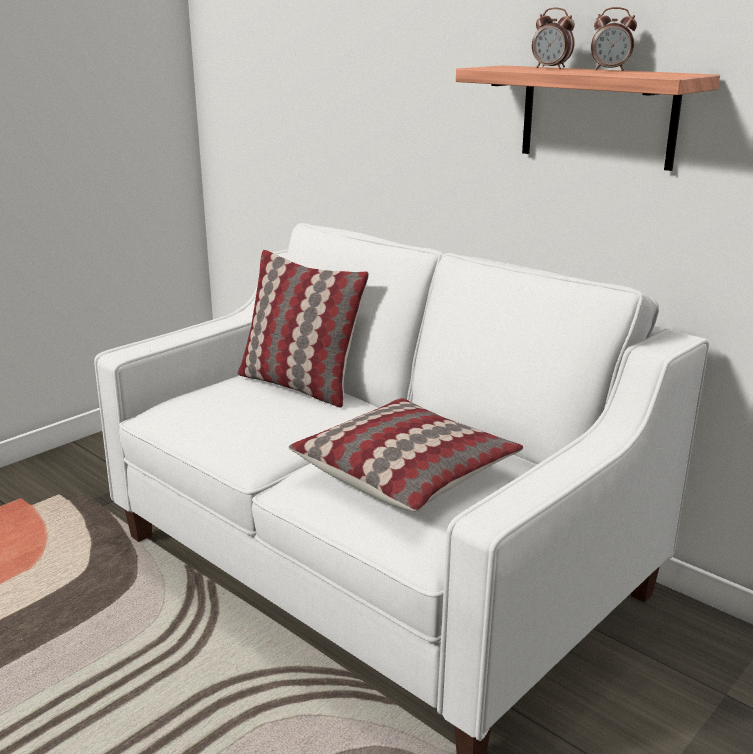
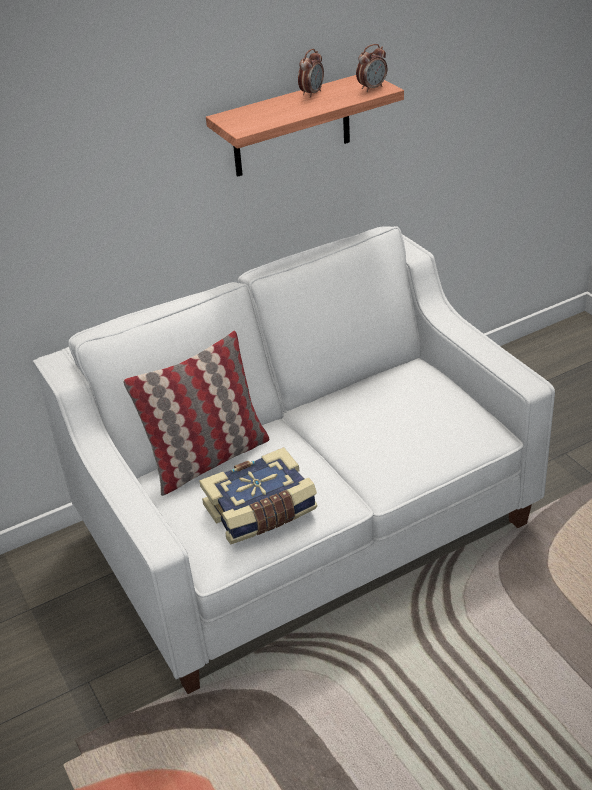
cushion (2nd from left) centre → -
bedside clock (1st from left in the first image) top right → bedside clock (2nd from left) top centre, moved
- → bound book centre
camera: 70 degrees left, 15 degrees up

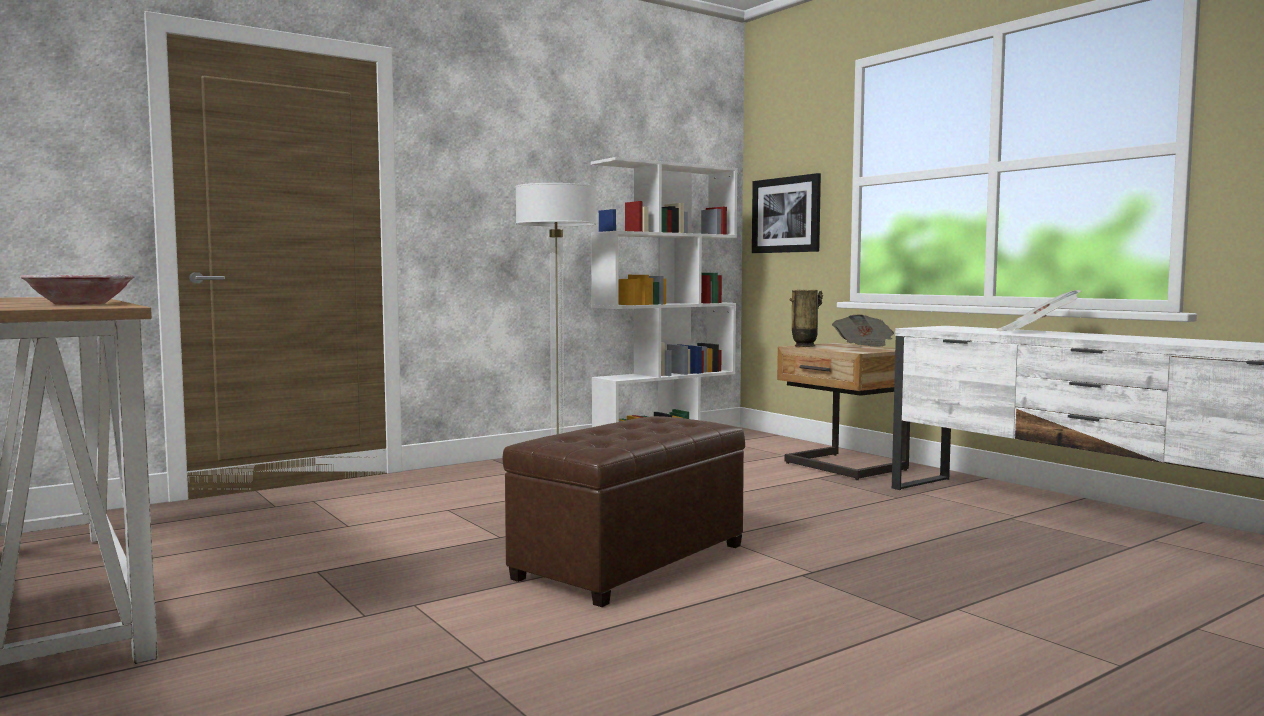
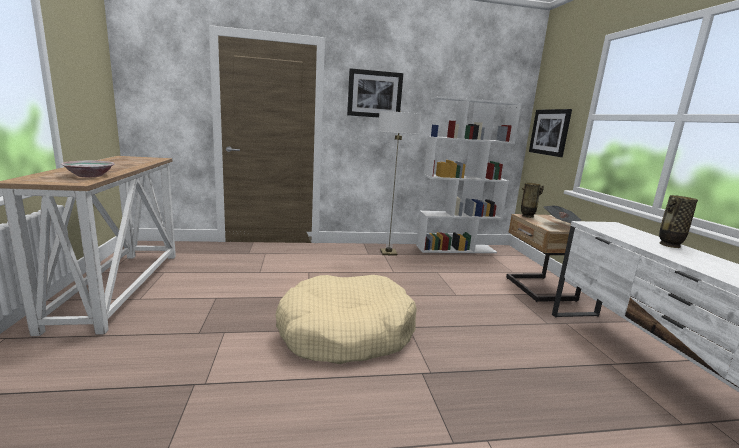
brown ottoman bottom centre → beige-coloured dog bed bottom centre
newspaper (2nd from left) middle right → vase (2nd from left) middle right
- → wall art (1st from left) top centre
camera: 25 degrees right, 10 degrees up

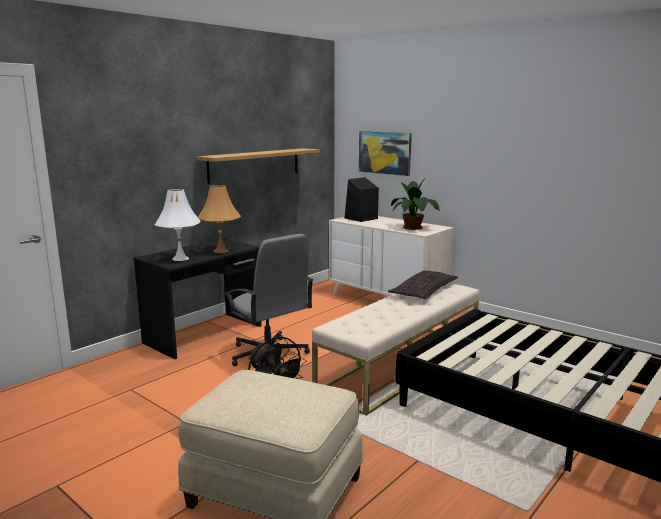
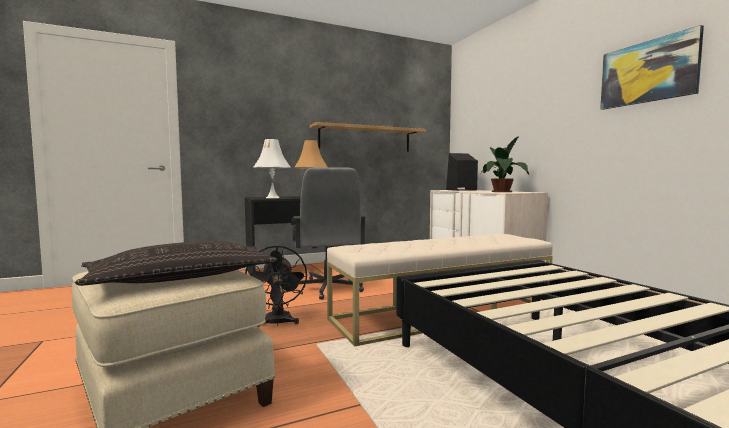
wall art top centre → wall art top right, moved
cushion centre → cushion middle left, moved
camera: 25 degrees right, 10 degrees down

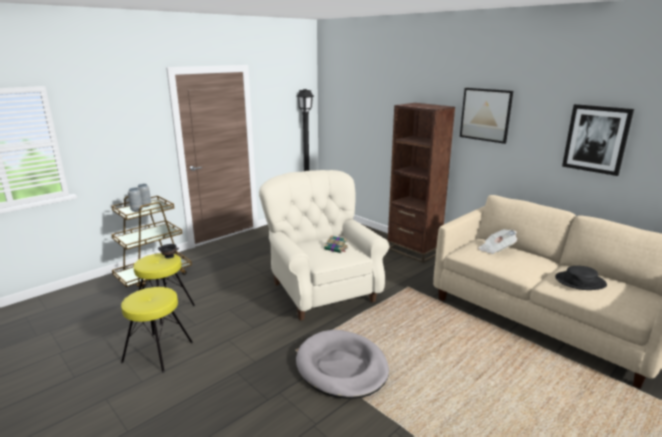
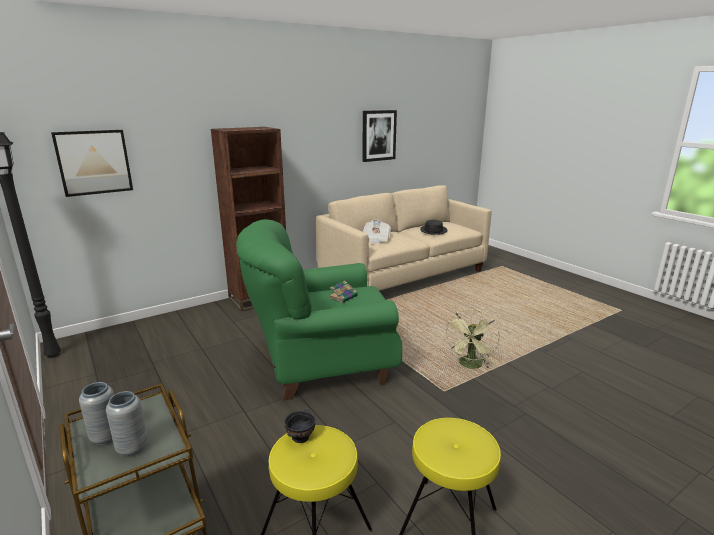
beige-coloured easy chair centre → greenish easy chair centre
grey dog bed bottom centre → greenish electric fan centre
wall art (1st from left) top right → wall art (1st from left) top left, moved
camera: 80 degrees left, 0 degrees up

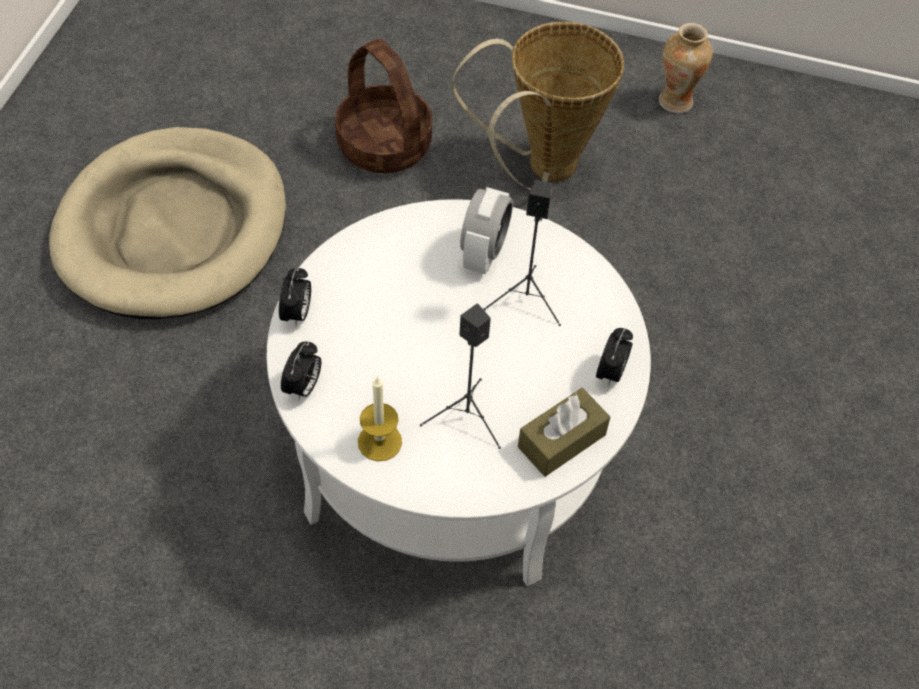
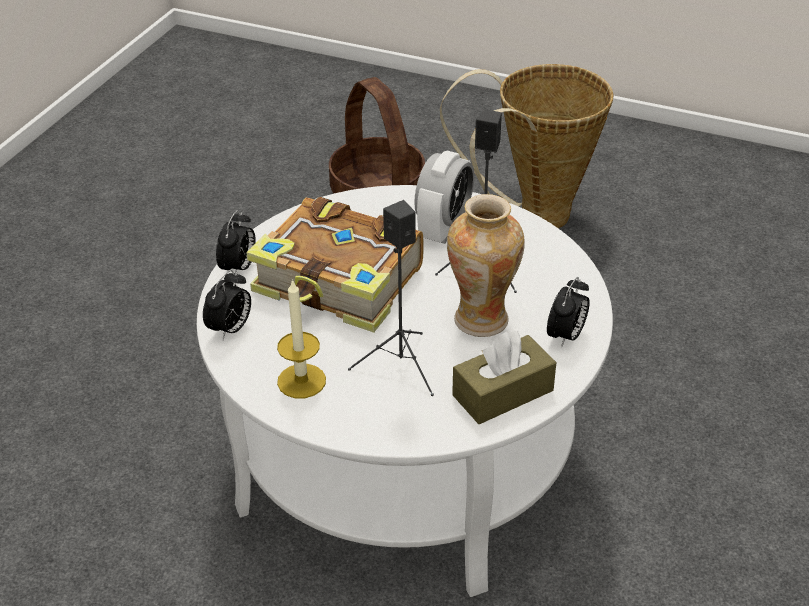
beige-coloured dog bed top left → -
vase top right → vase centre, moved
- → bound book centre
camera: 10 degrees right, 15 degrees down

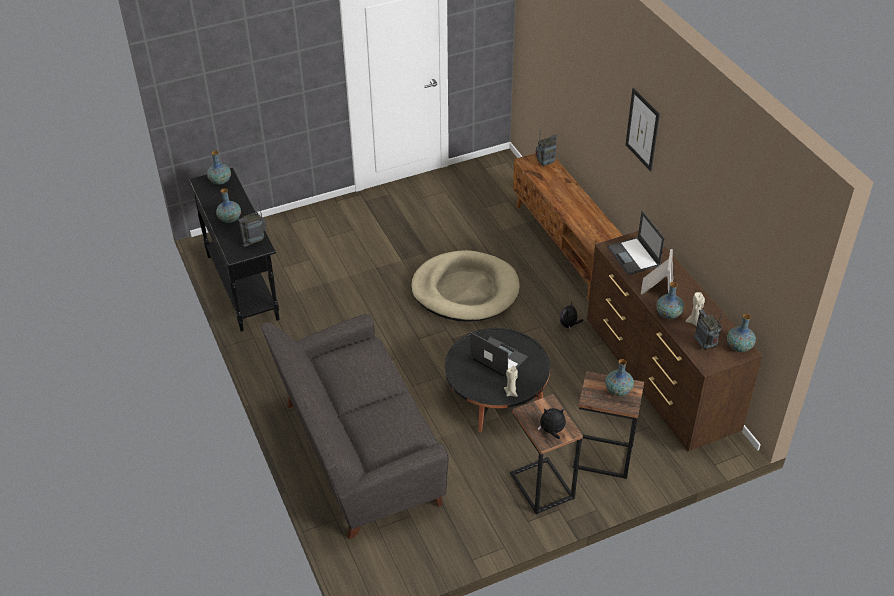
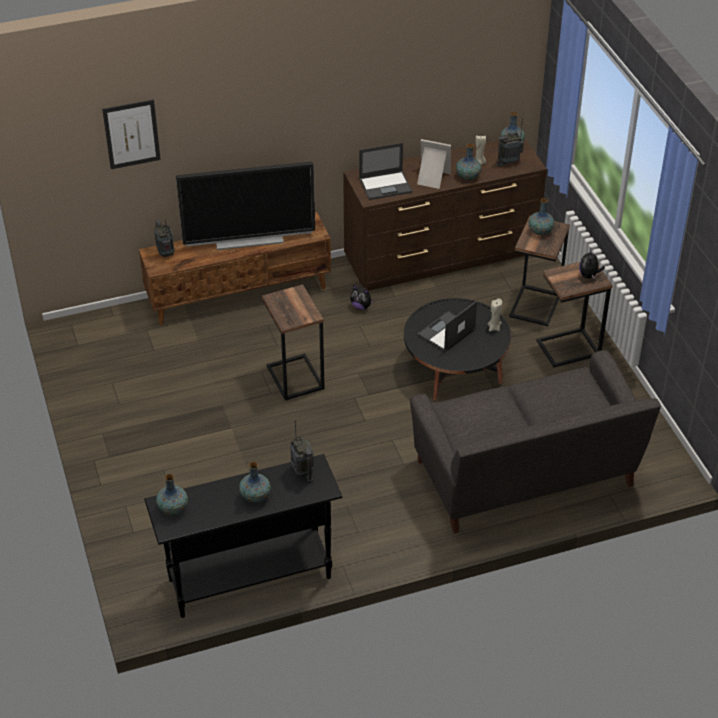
beige-coloured dog bed centre → accent table (1st from left) centre
wall art top right → wall art top left, moved
- → TV top centre
camera: 85 degrees left, 0 degrees up

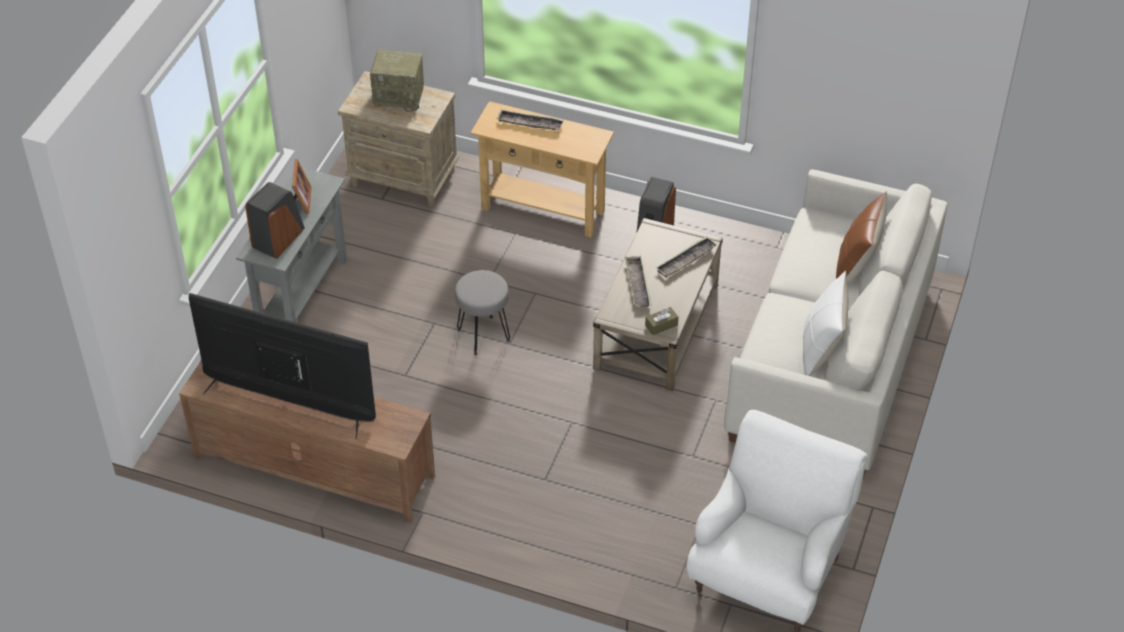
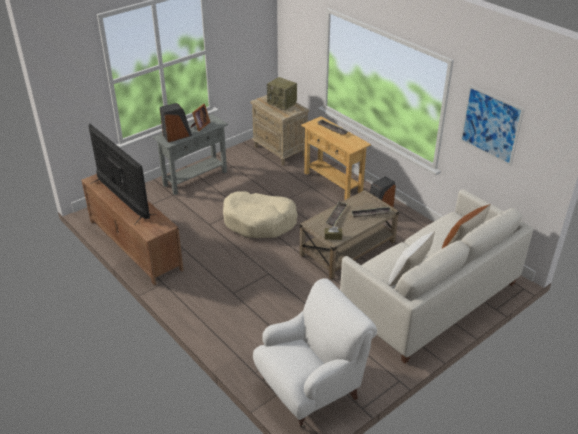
grey stool centre → beige-coloured dog bed centre
- → wall art top right
camera: 30 degrees right, 10 degrees down

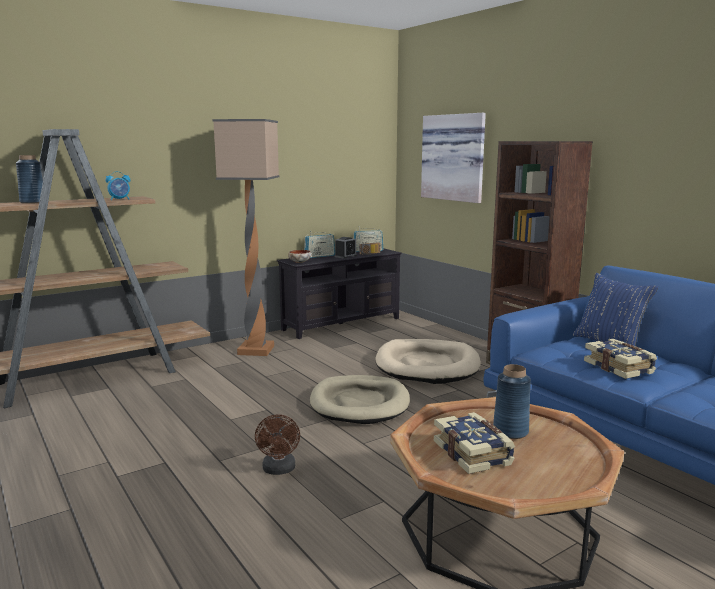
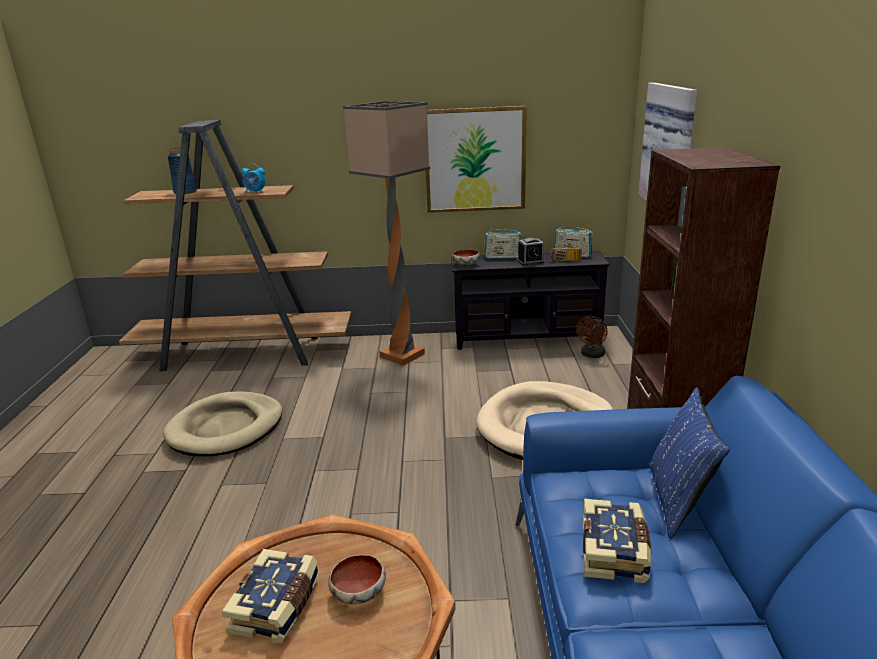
brown electric fan bottom centre → brown electric fan middle right, moved
beige-coloured dog bed (1st from left) bottom centre → beige-coloured dog bed (1st from left) middle left, moved
bluish vase (2nd from left) bottom right → deep dish (1st from left) bottom centre
- → wall art (1st from left) top centre
camera: 35 degrees right, 10 degrees up

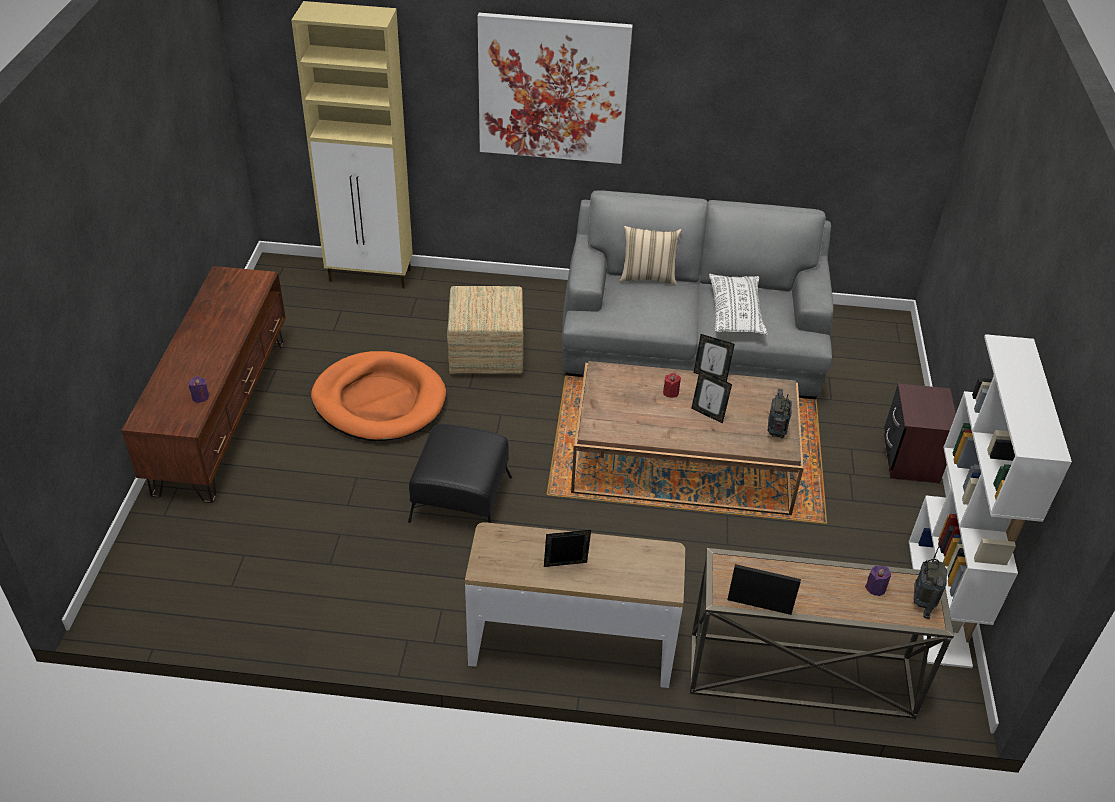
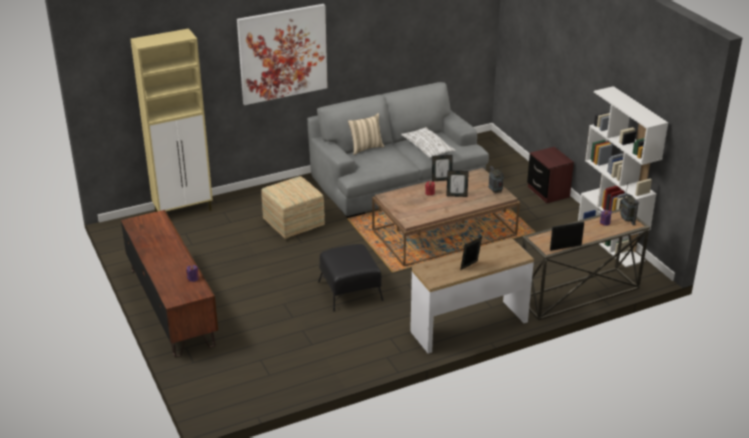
orange dog bed centre → -
camera: 30 degrees left, 10 degrees down

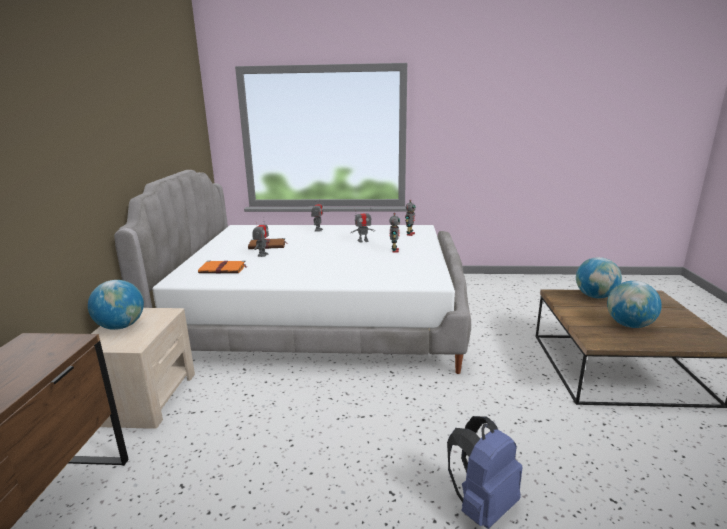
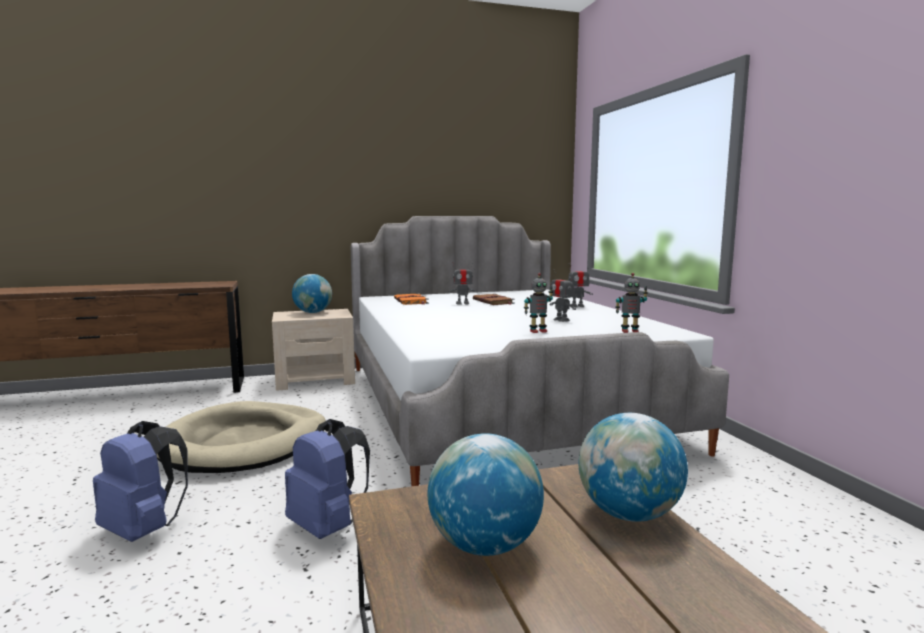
- → beige-coloured dog bed bottom left
- → bluish backpack (2nd from left) bottom centre
camera: 70 degrees right, 10 degrees down

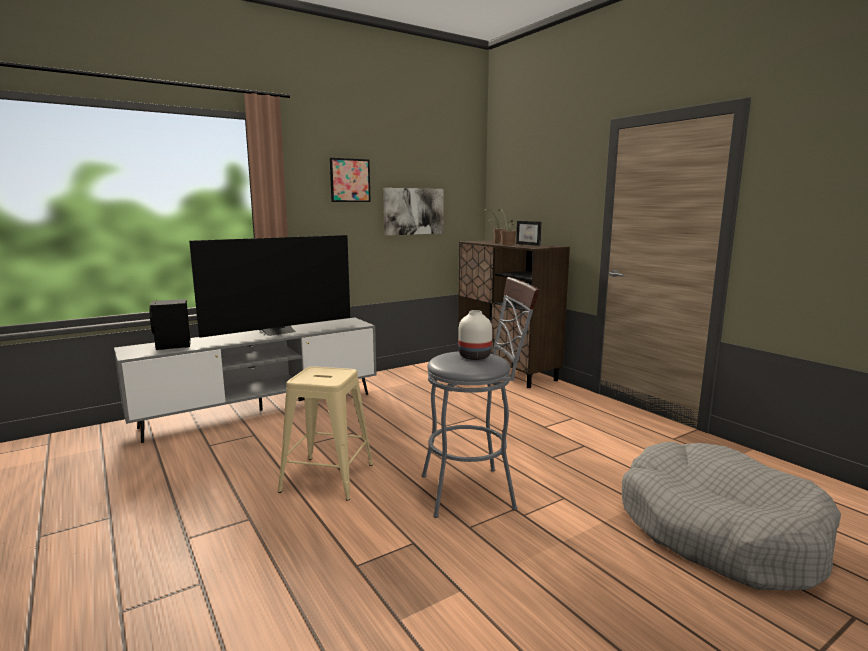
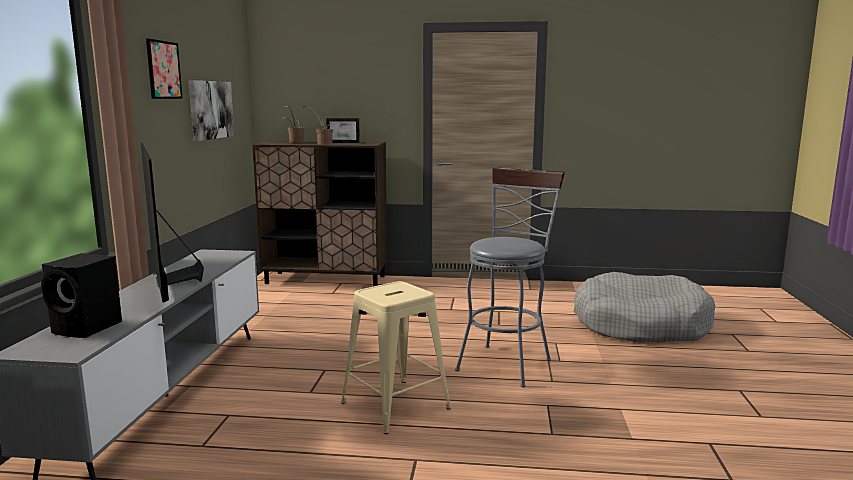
TV middle left, 150 degrees clockwise
white-coloured vase centre → -
camera: 50 degrees left, 0 degrees up

